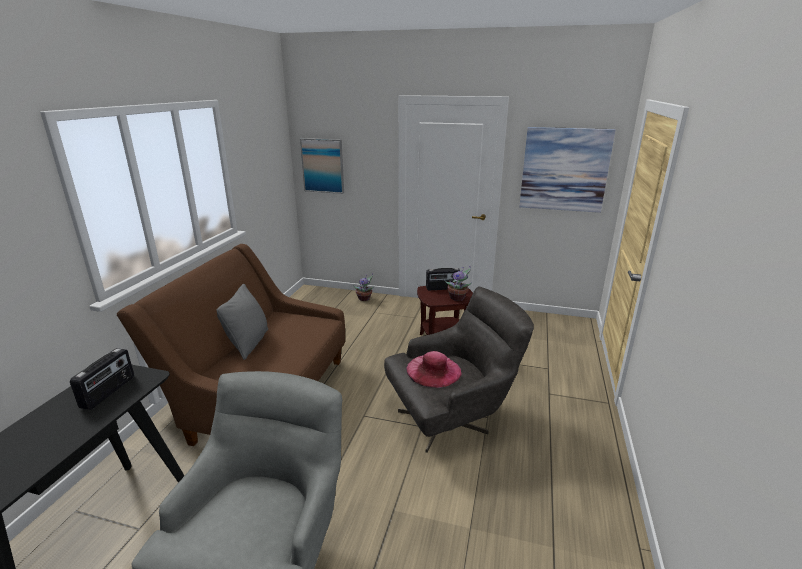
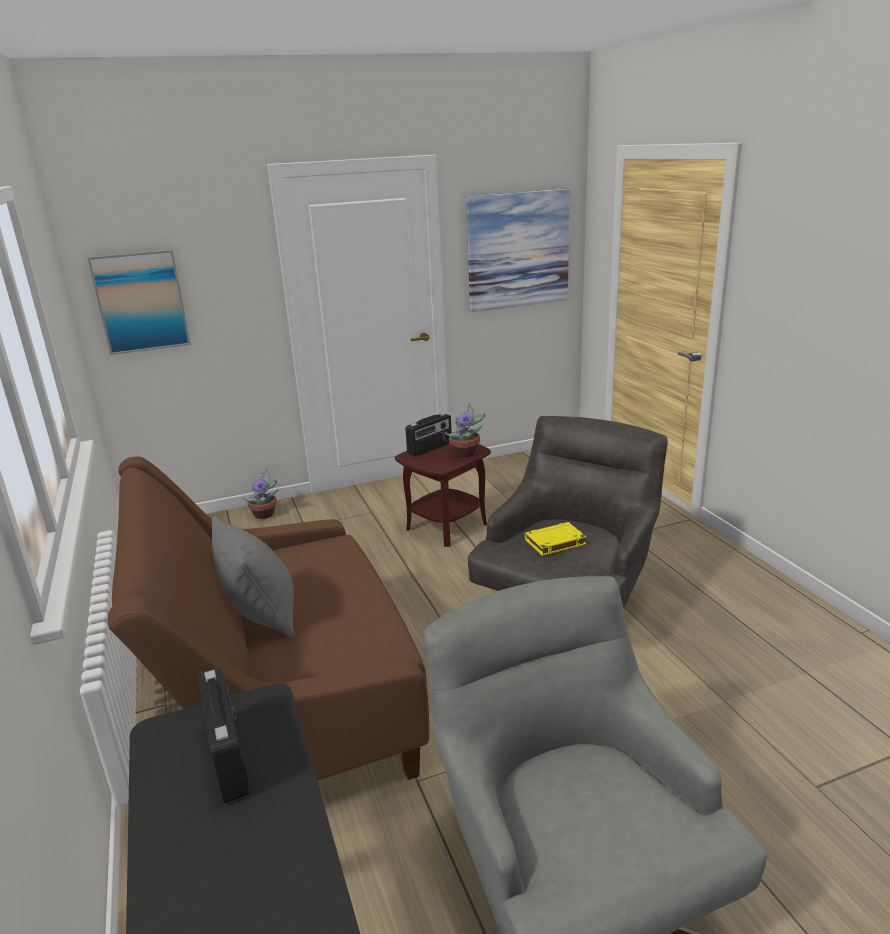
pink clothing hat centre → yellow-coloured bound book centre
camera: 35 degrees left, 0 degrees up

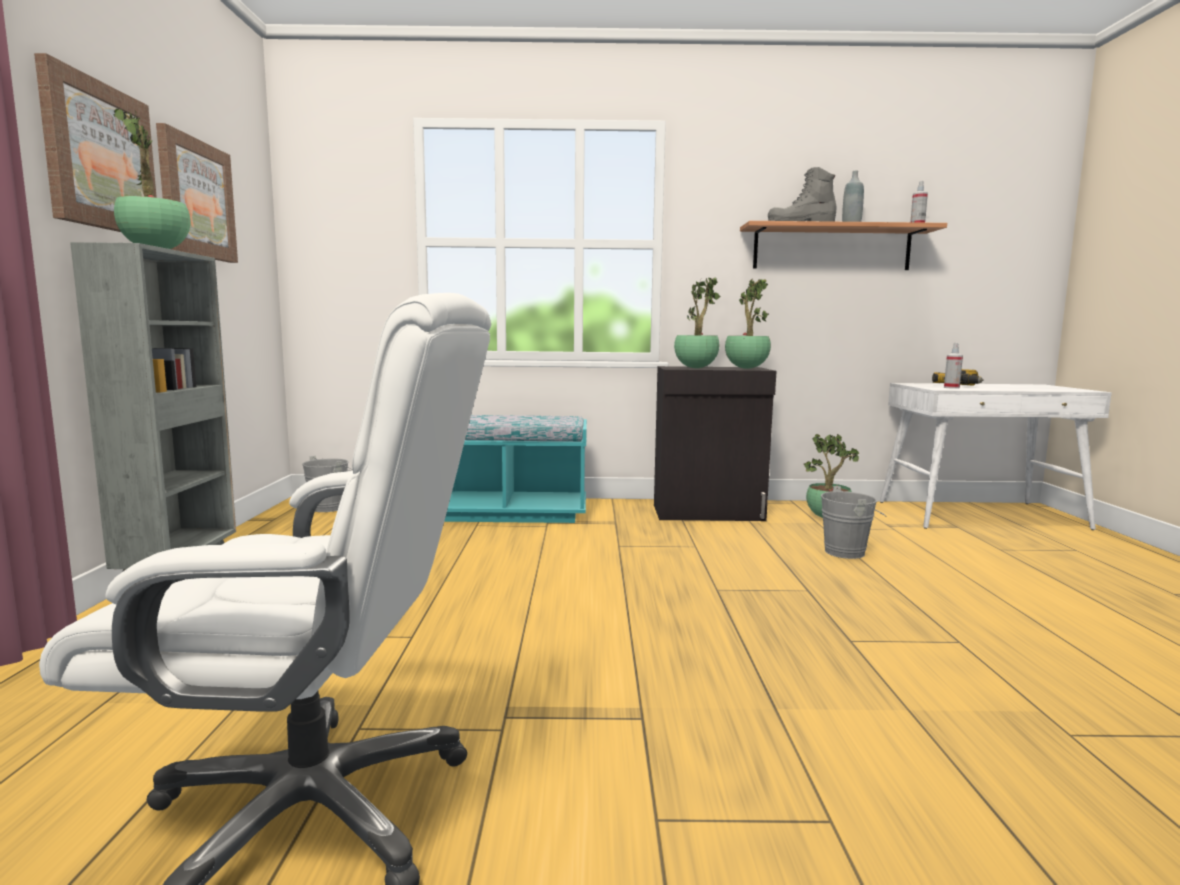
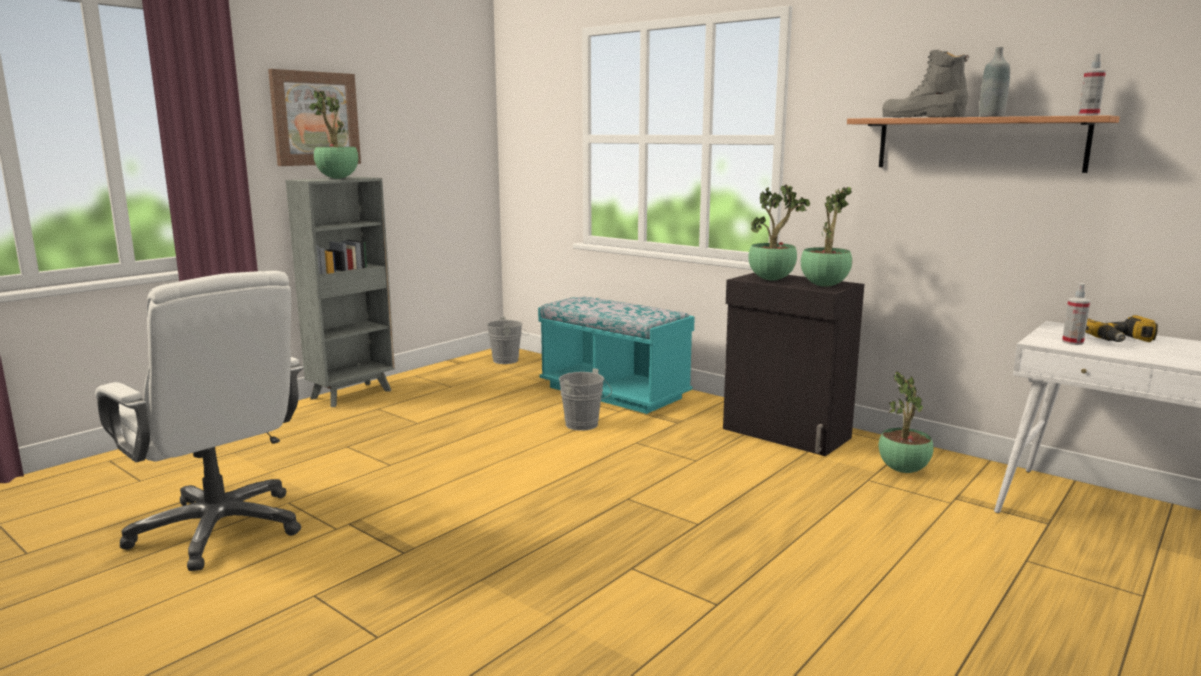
wall art (2nd from left) top left → -
grey water bucket (2nd from left) middle right → grey water bucket (2nd from left) centre, moved
camera: 40 degrees right, 5 degrees up

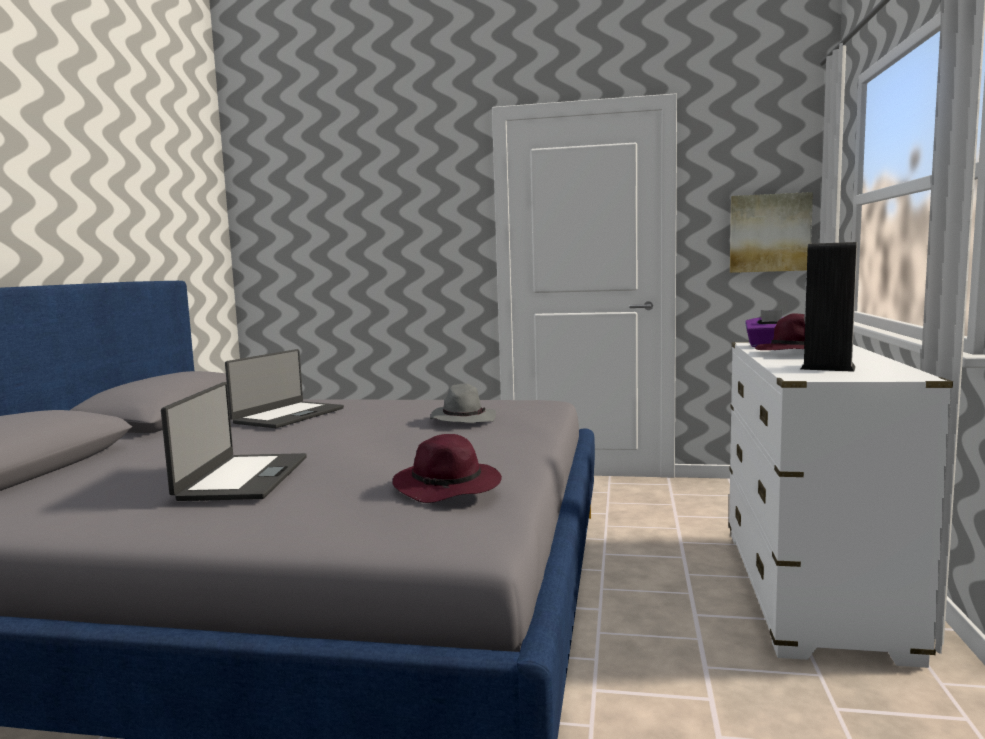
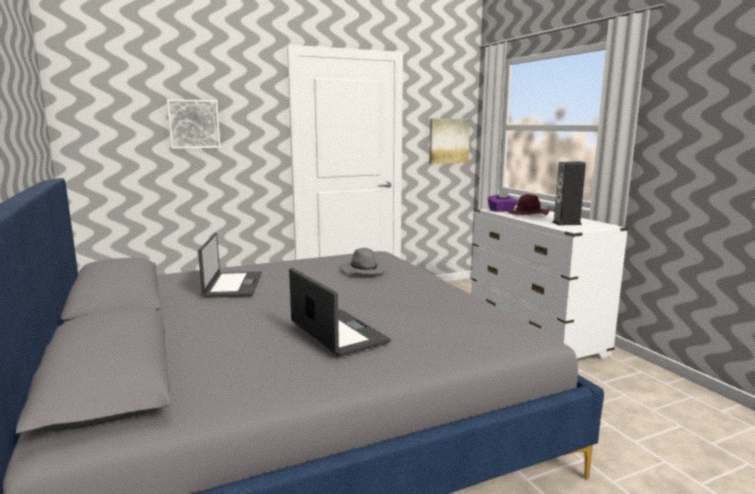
purple clothing hat (1st from left) centre → -
- → wall art (1st from left) top left
camera: 35 degrees left, 5 degrees up

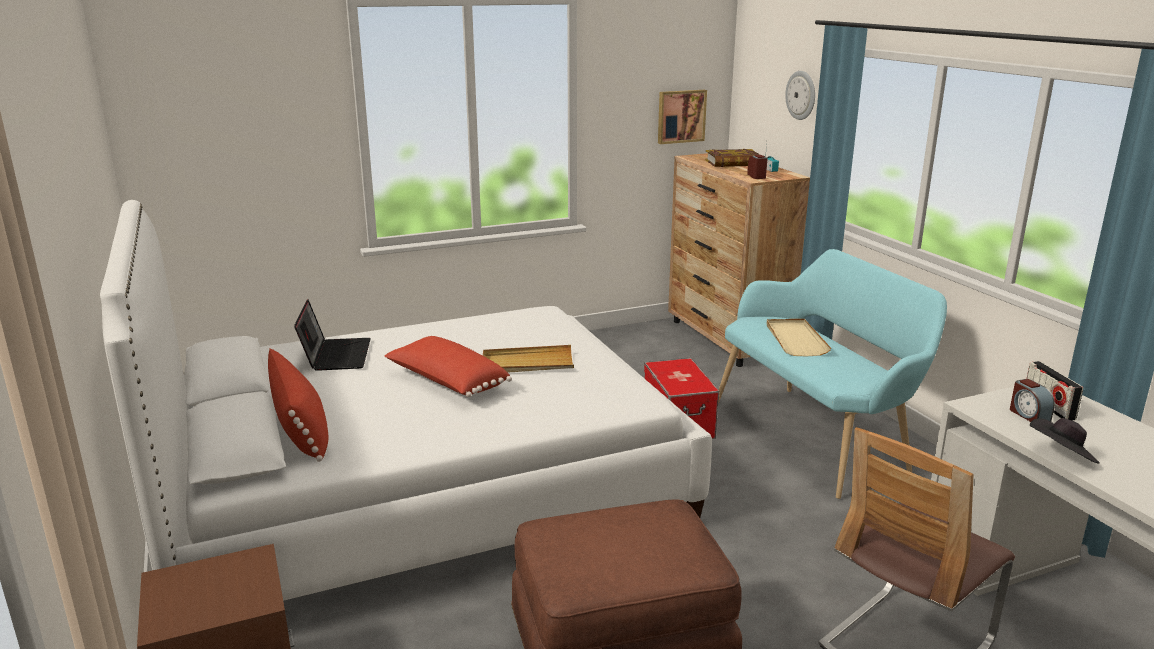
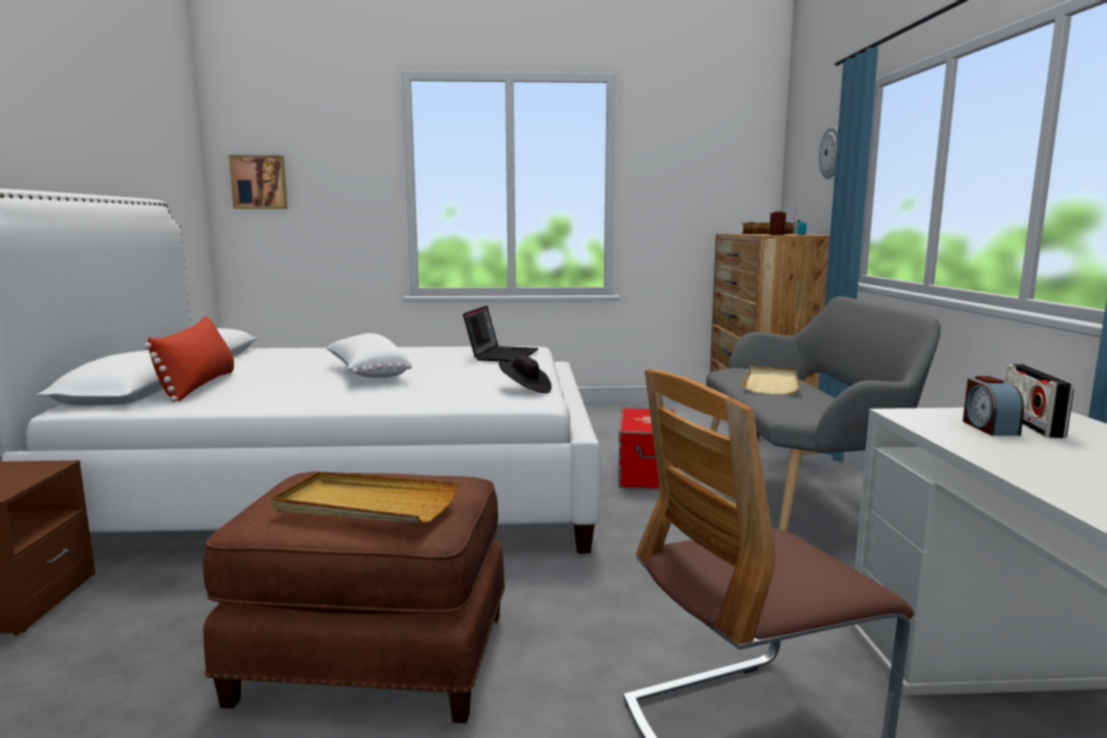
laptop middle left → laptop centre, moved
reddish cushion (2nd from left) centre → white-coloured cushion middle left
beige-coloured tray (1st from left) centre → beige-coloured tray (1st from left) bottom left, moved
wall art top centre → wall art top left, moved
blue-green bench middle right → grey bench middle right
blackish clothing hat bottom right → blackish clothing hat centre, moved
camera: 20 degrees right, 10 degrees down

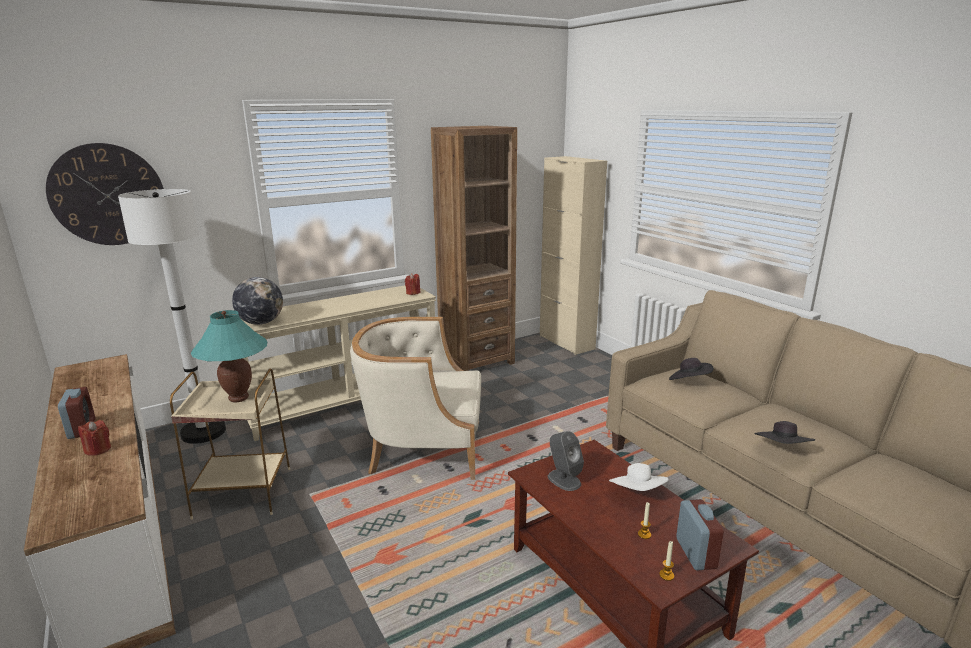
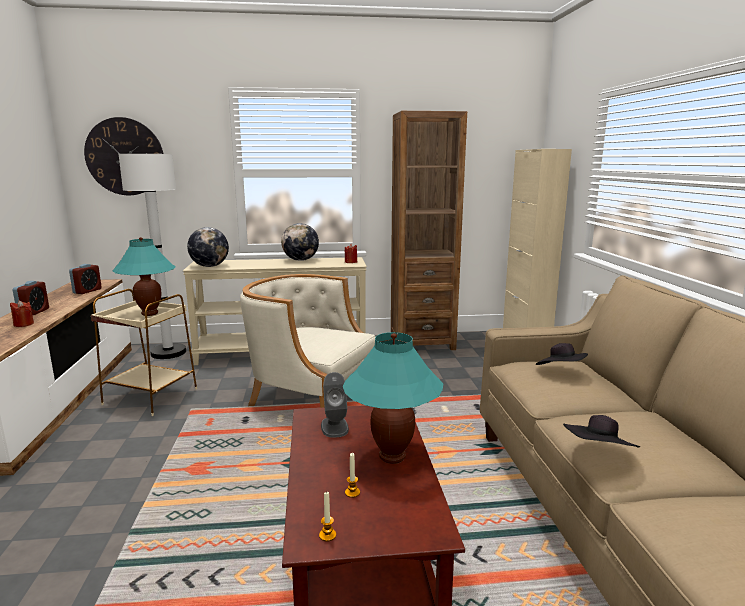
white-coloured clothing hat bottom centre → blue-green table lamp (2nd from left) centre
bedside clock (2nd from left) bottom right → bedside clock (2nd from left) middle left, moved
- → desk globe (2nd from left) centre
camera: 25 degrees right, 5 degrees down

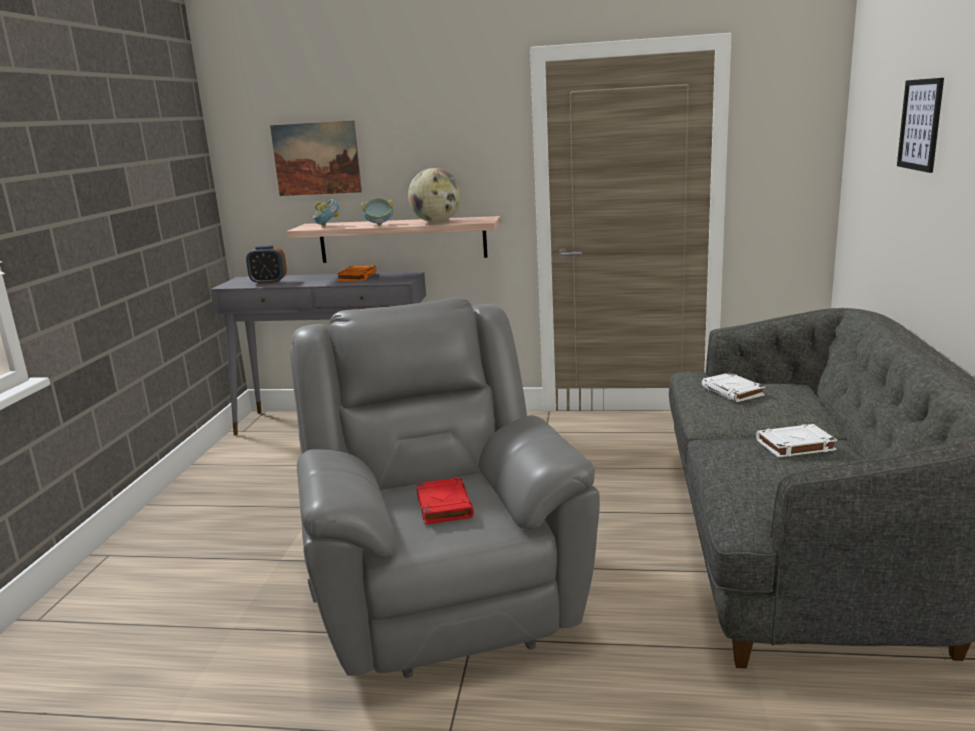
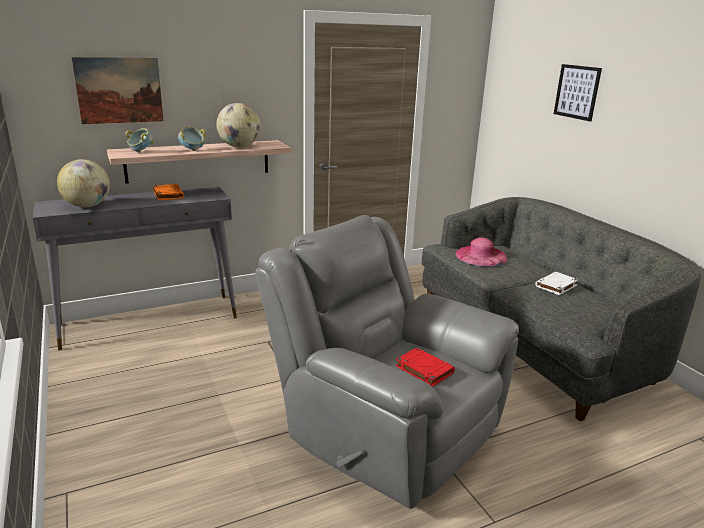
bedside clock middle left → desk globe (1st from left) middle left
white-coloured bound book (1st from left) middle right → pink clothing hat middle right
camera: 35 degrees left, 5 degrees up

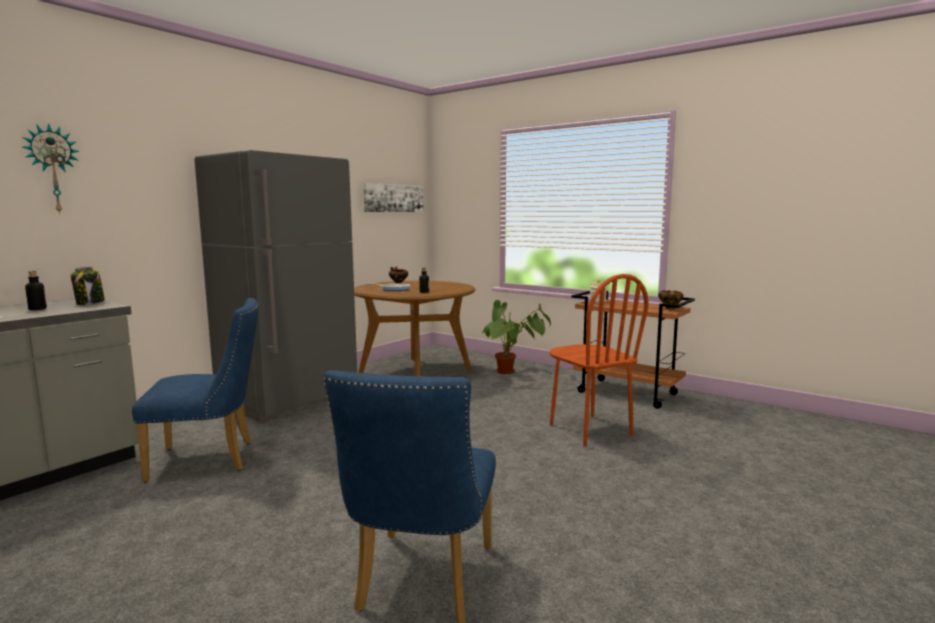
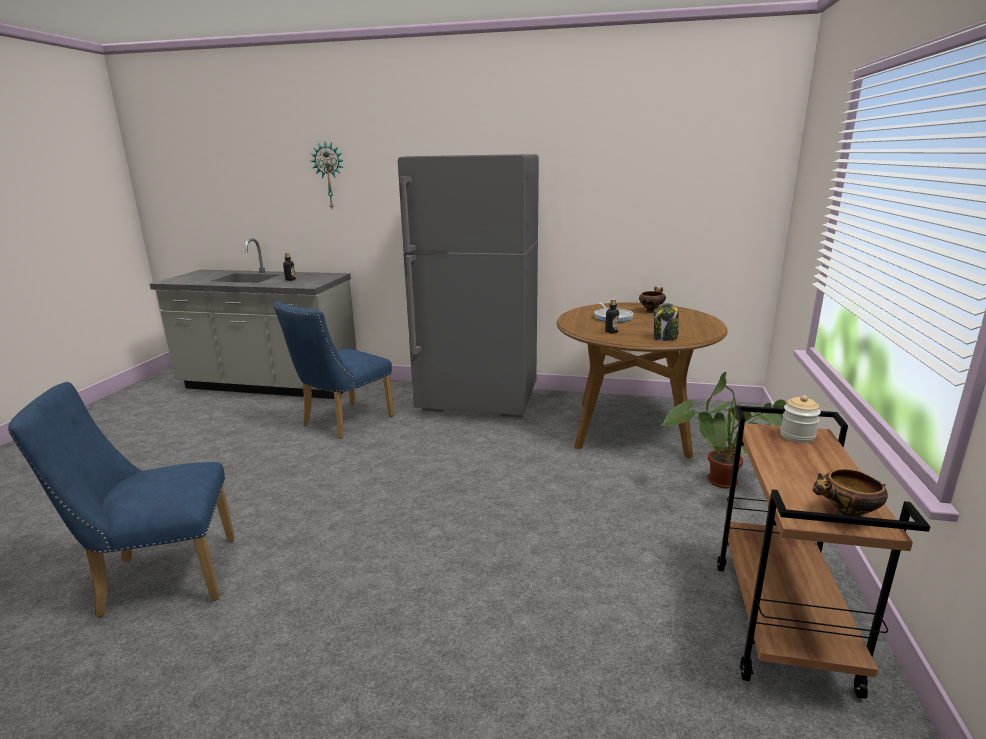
jar (1st from left) middle left → jar (1st from left) middle right, moved
bluish chair (1st from left in the first image) middle left → bluish chair (2nd from left) centre, 75 degrees clockwise
wall art top centre → -
brown chair centre → -
camera: 65 degrees right, 10 degrees up

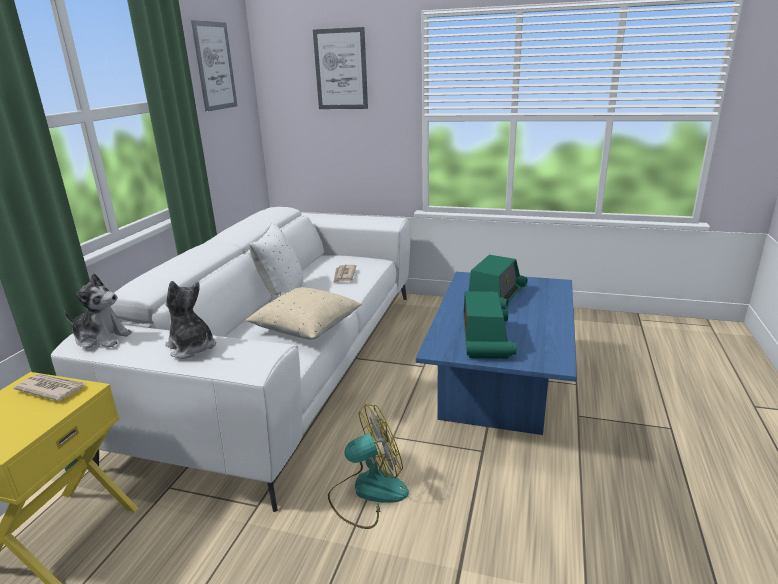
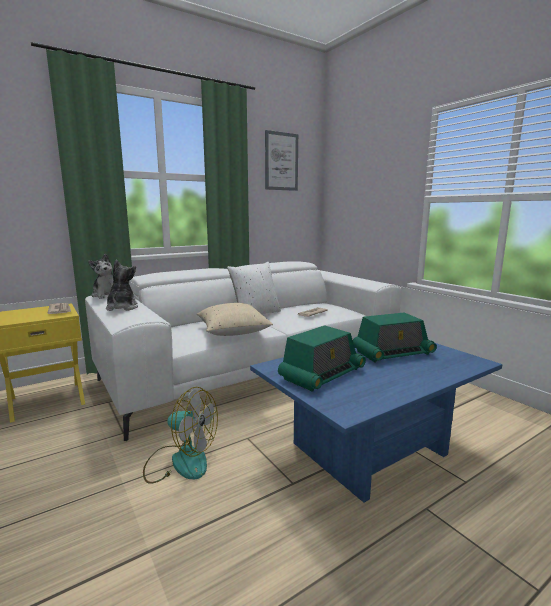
wall art (2nd from left) top centre → -
camera: 40 degrees right, 10 degrees down

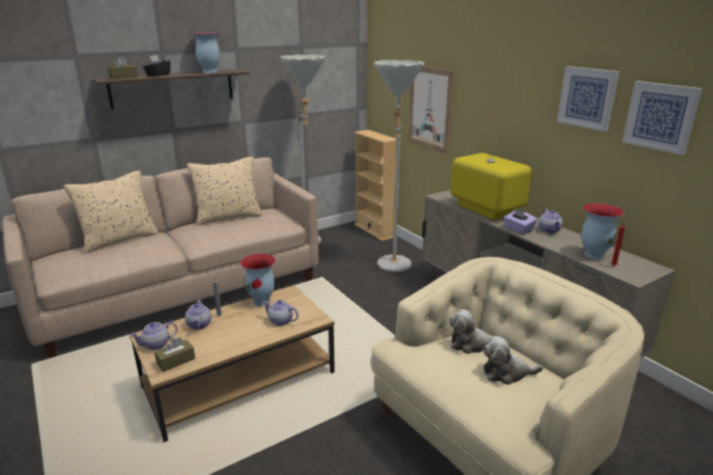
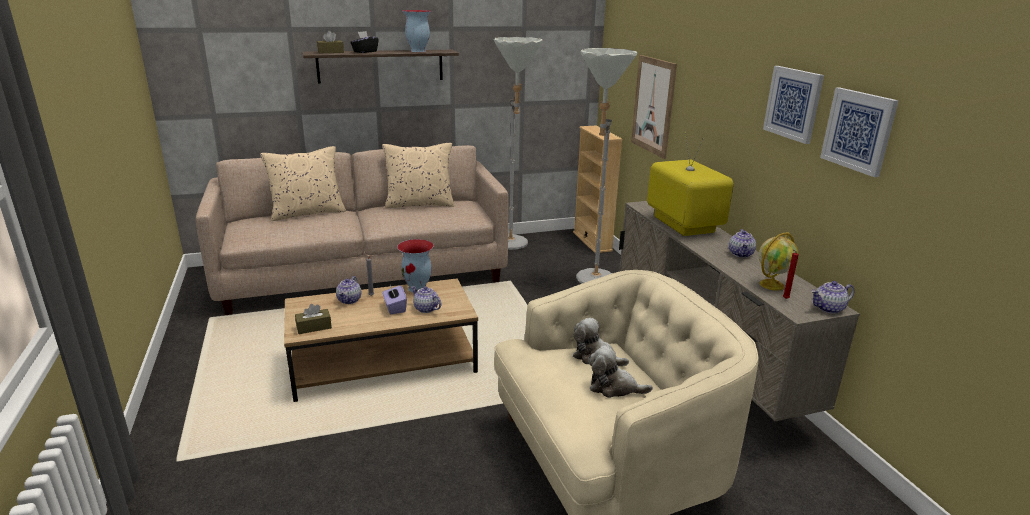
pot for tea (1st from left in the first image) bottom left → pot for tea (4th from left) middle right, moved
purple box of tissues middle right → purple box of tissues centre, moved
vase (3rd from left) middle right → desk globe middle right
camera: 15 degrees right, 0 degrees up

